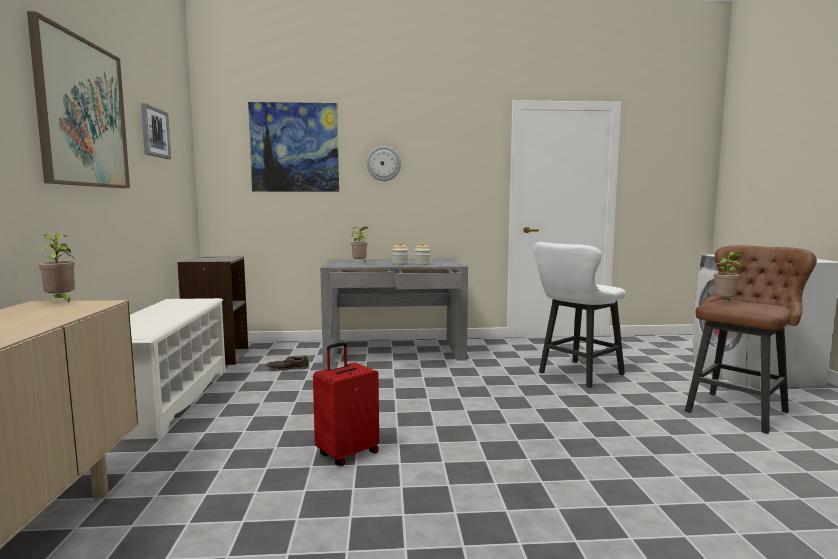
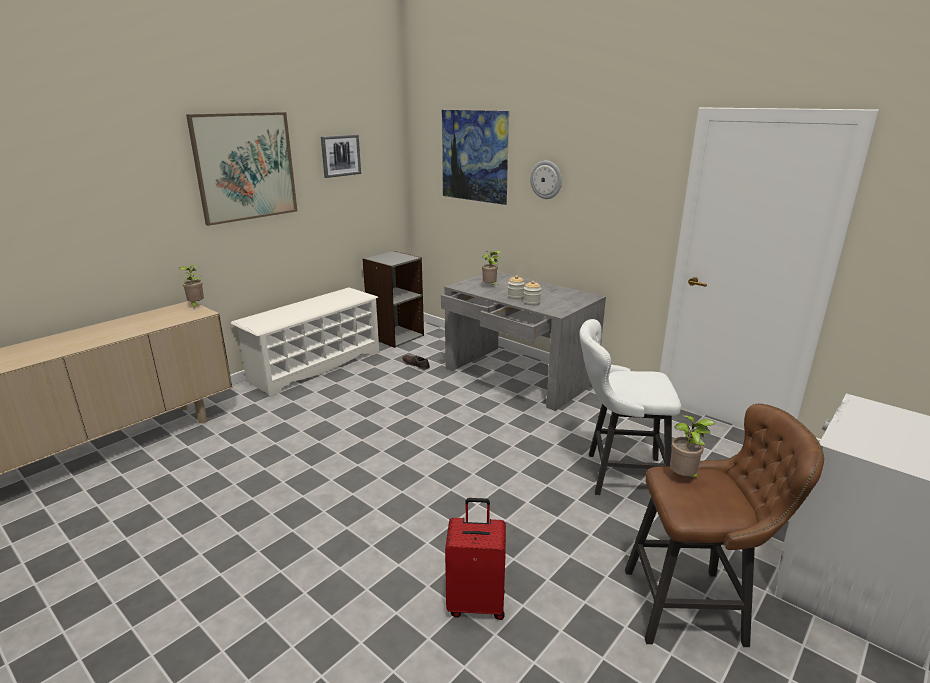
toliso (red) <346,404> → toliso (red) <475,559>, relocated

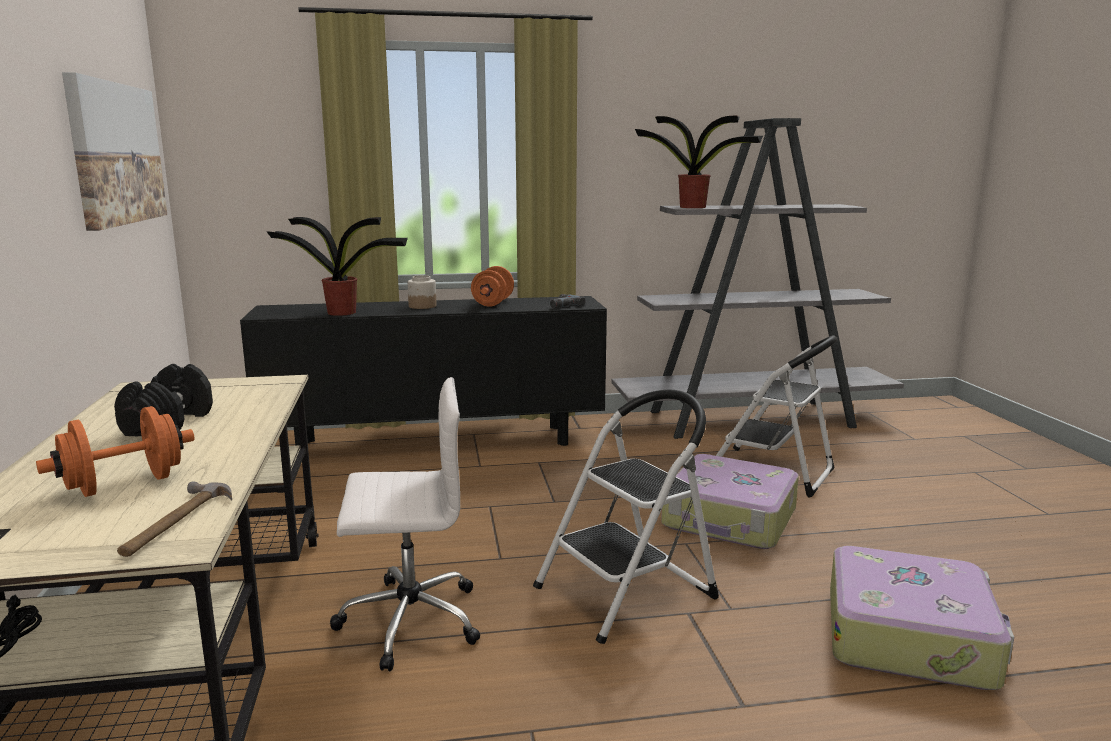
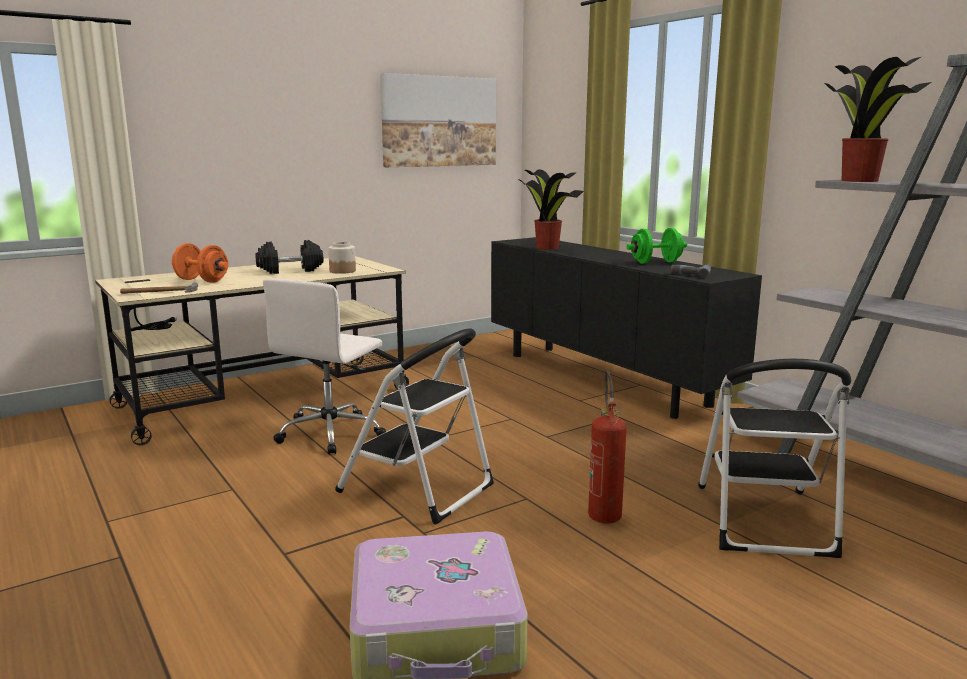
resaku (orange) <492,286> → resaku (green) <657,246>
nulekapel <422,292> → nulekapel <342,258>, relocated
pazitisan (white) <405,524> → pazitisan (white) <324,366>, 60 degrees clockwise
toliso <730,501> → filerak <607,446>

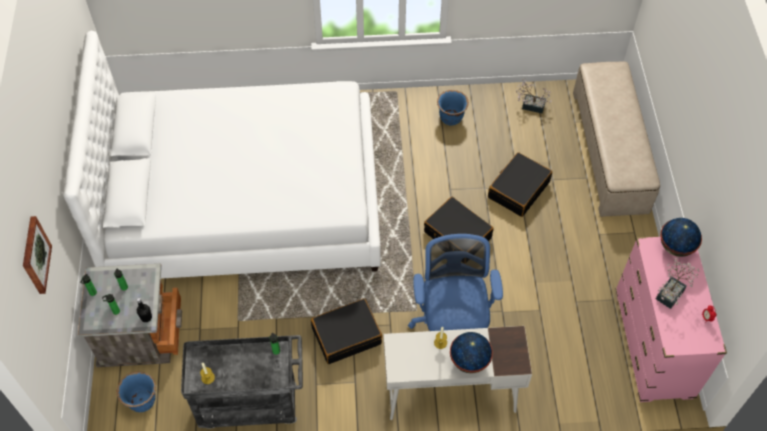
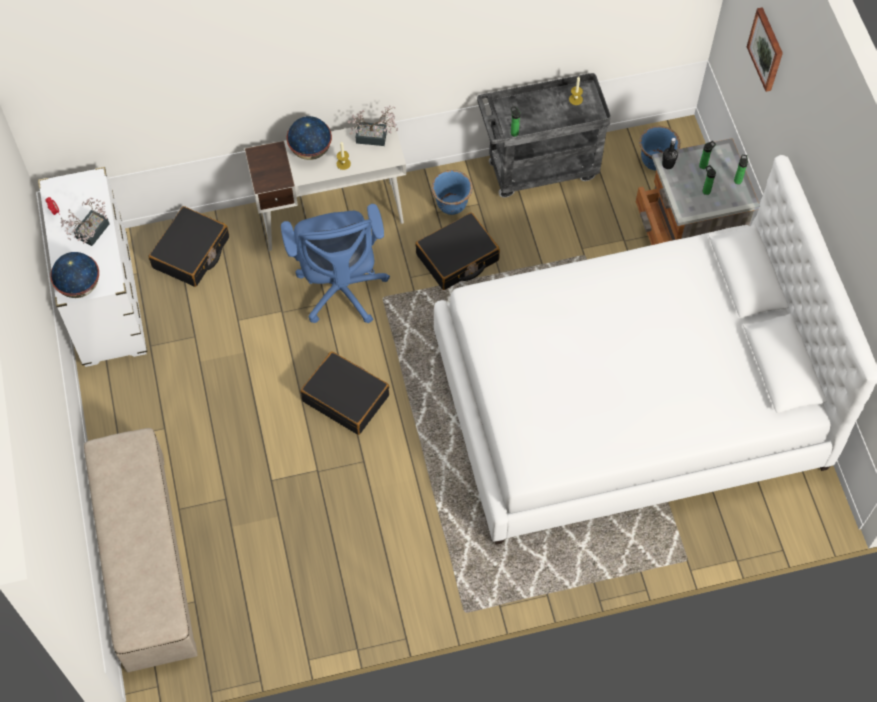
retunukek <534,95> → retunukek <373,126>, relocated
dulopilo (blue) <453,108> → dulopilo (blue) <452,192>, relocated
toliso (black) <520,184> → toliso (black) <189,246>, relocated
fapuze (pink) <671,319> → fapuze (white) <92,267>

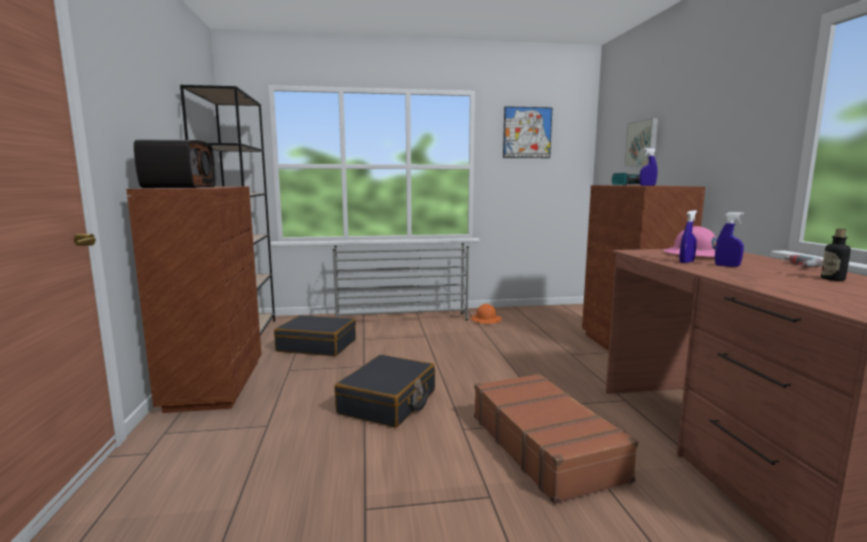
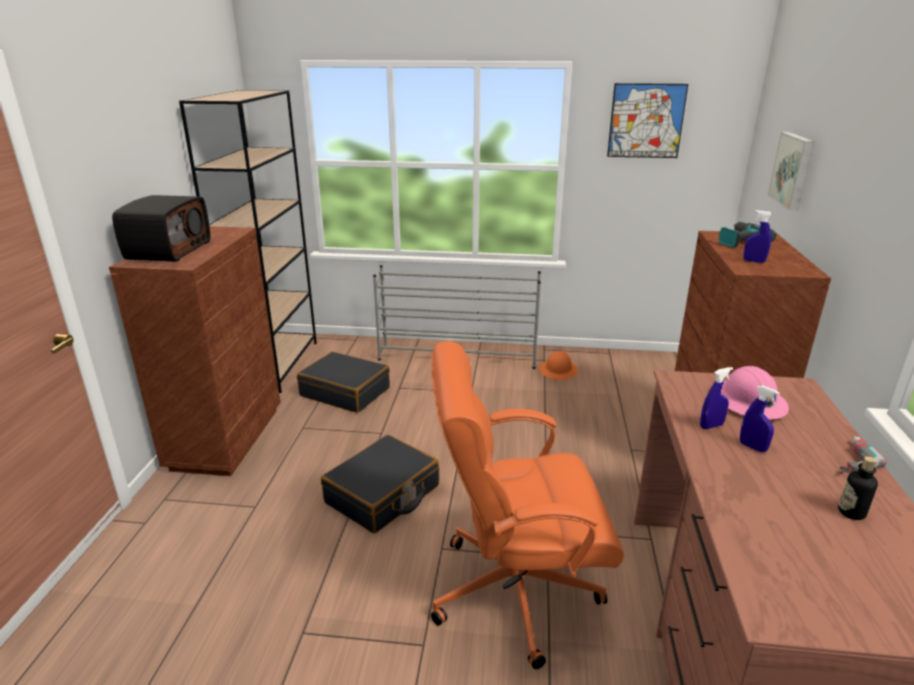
toliso (brown) <556,438> → pazitisan (orange) <527,505>

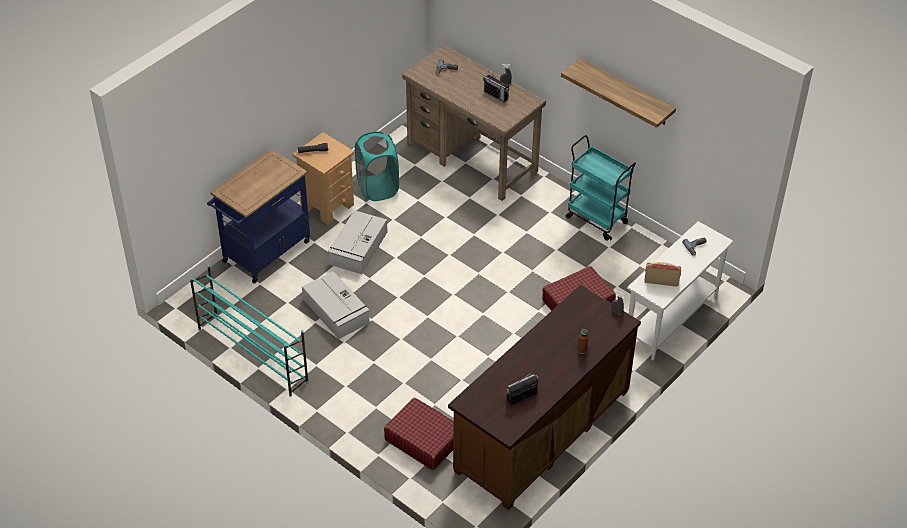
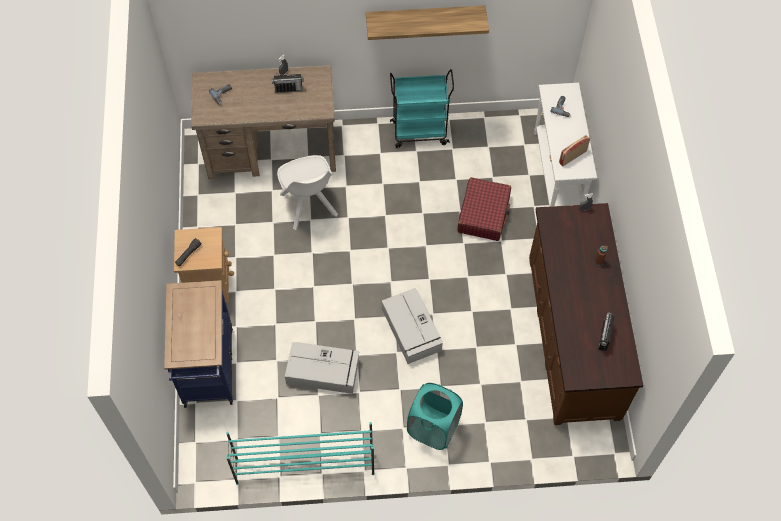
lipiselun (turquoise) <377,166> → lipiselun (turquoise) <435,416>, relocated
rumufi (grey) <357,242> → rumufi (grey) <412,326>, relocated
toliso (red) <419,434> → -
- → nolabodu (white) <307,192>

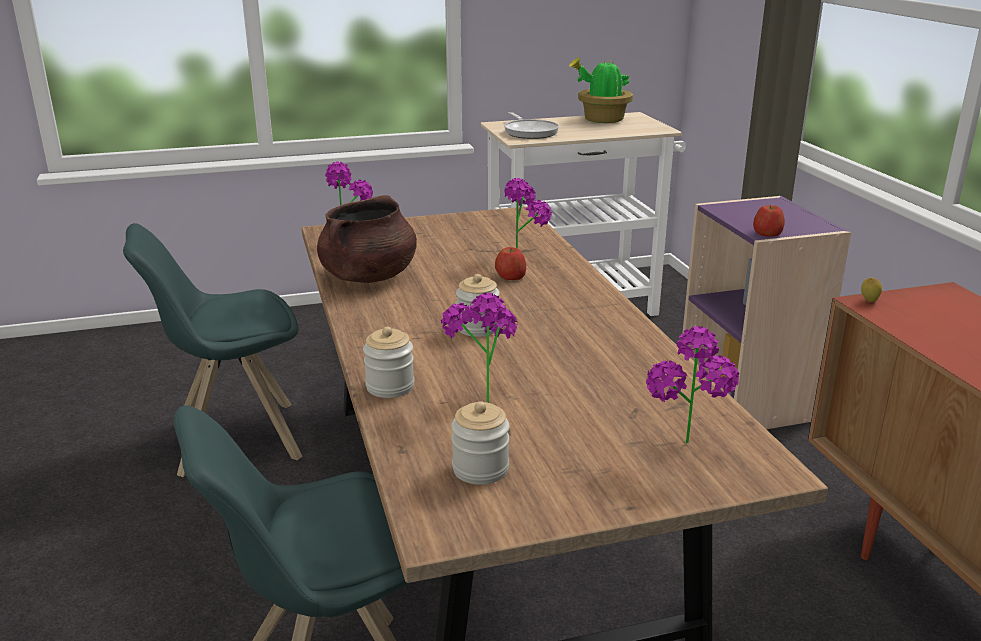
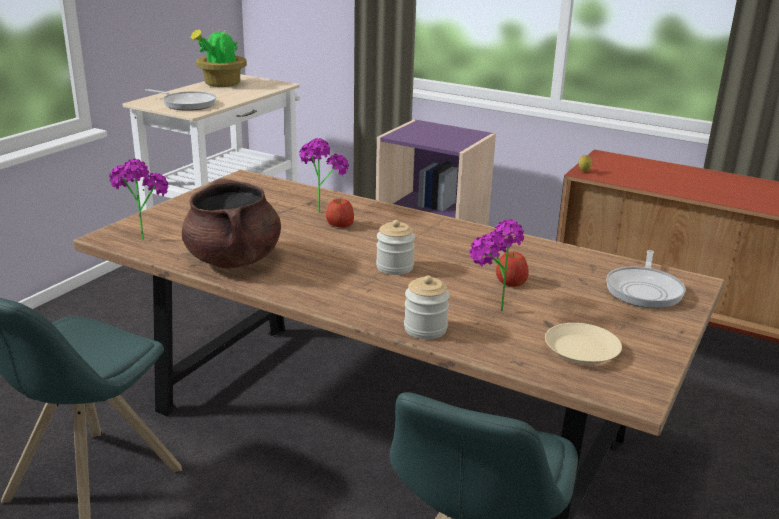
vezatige <769,221> → vezatige <512,269>, relocated
retunukek <692,384> → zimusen <646,279>
nulekapel <480,443> → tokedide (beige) <583,344>

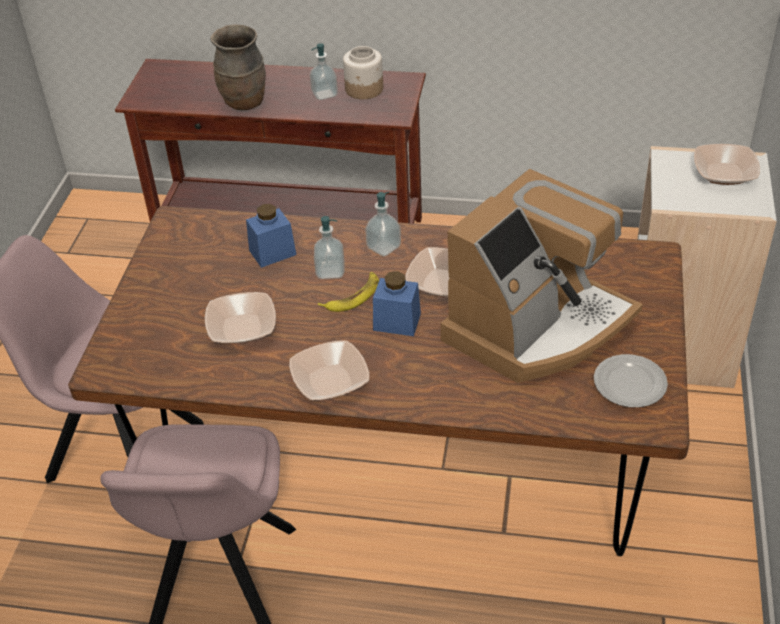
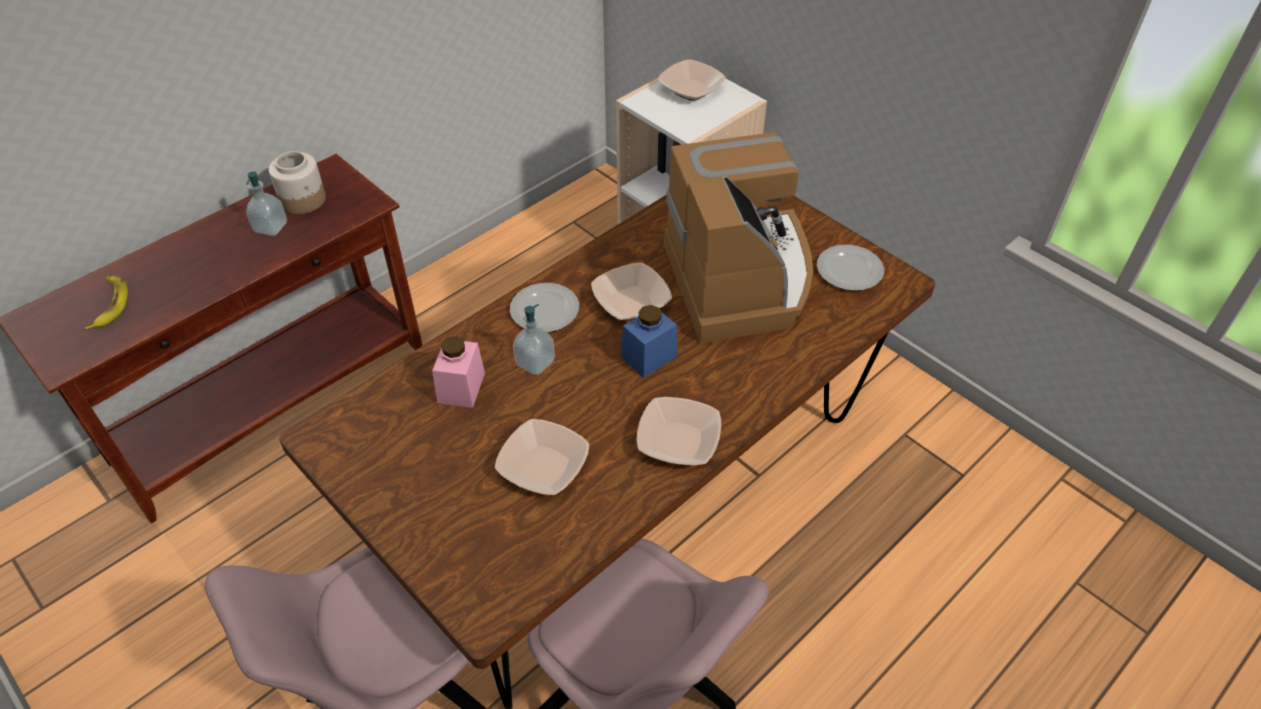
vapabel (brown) <238,67> → -
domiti <383,224> → tokedide <544,307>
nulekapel (blue) <271,236> → nulekapel (pink) <458,372>
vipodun <348,292> → vipodun <106,303>, relocated

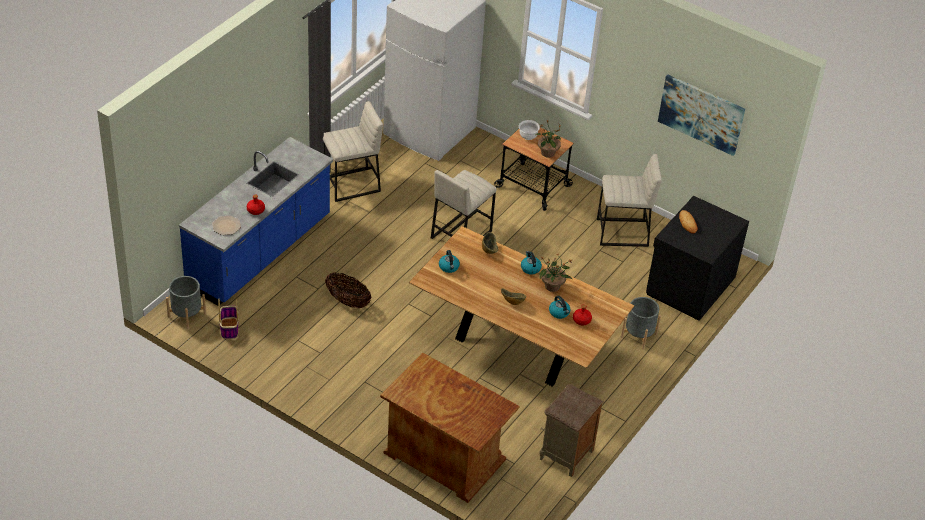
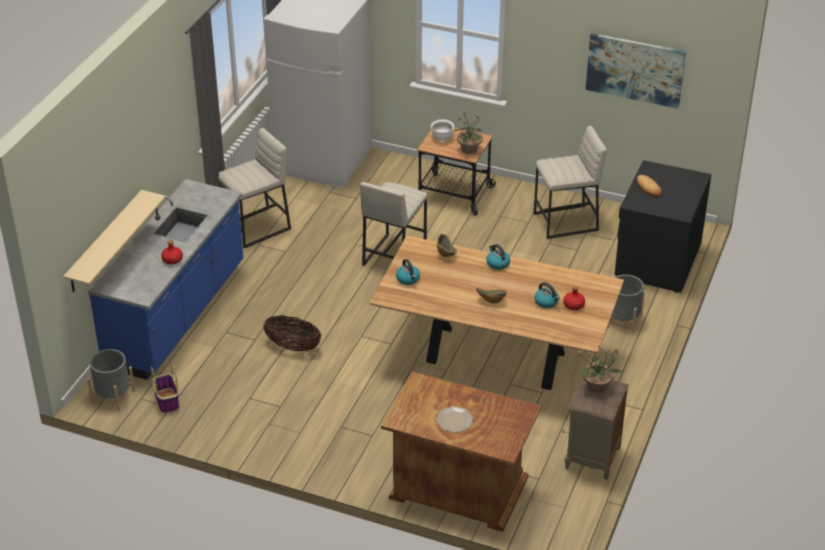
tokedide <226,225> → tokedide <454,419>, relocated
retunukek <556,273> → retunukek <601,369>, relocated
- → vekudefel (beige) <114,241>

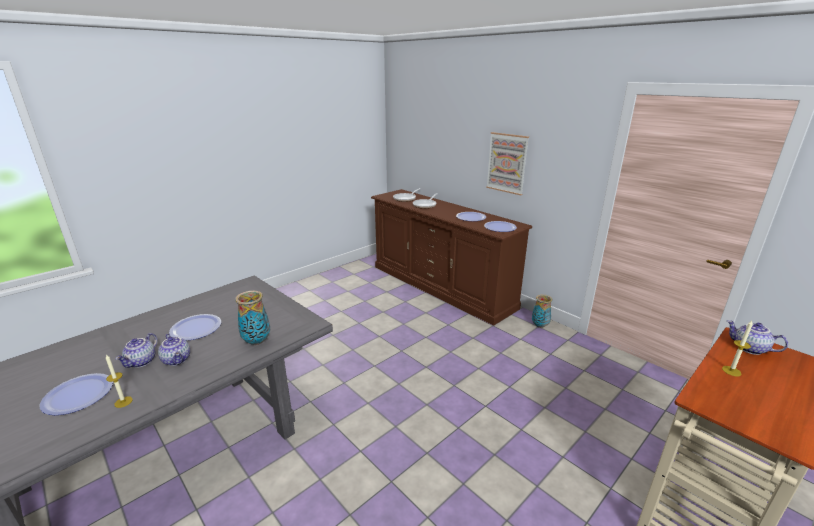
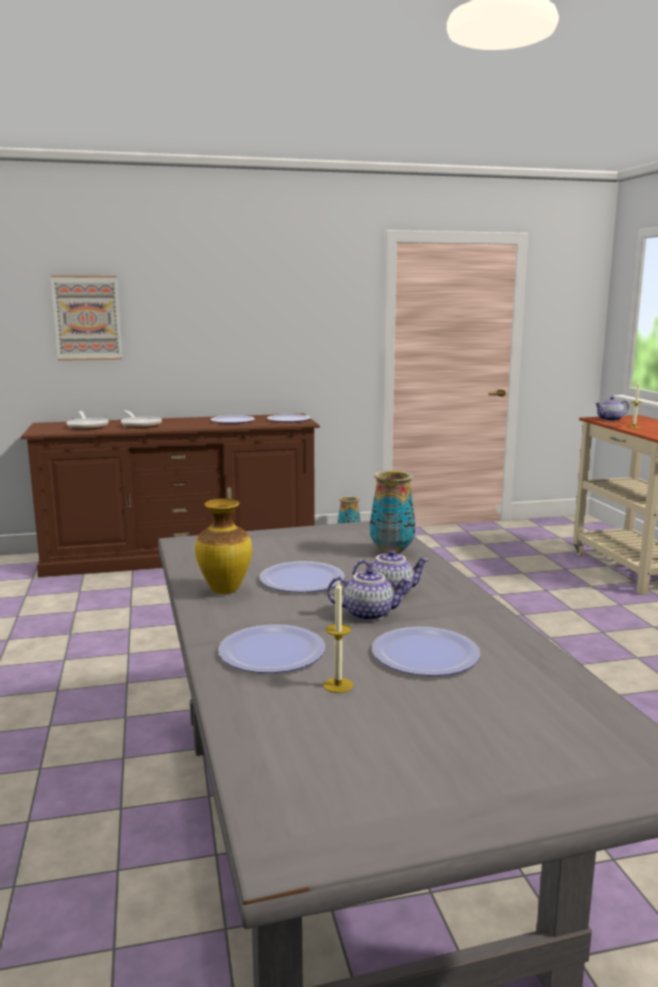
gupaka <507,163> → gupaka <86,318>, relocated
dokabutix <136,350> → dokabutix <369,594>, 45 degrees counterclockwise
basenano <119,381> → basenano <338,636>, relocated
- → vapabel <223,546>
- → tokedide <272,648>

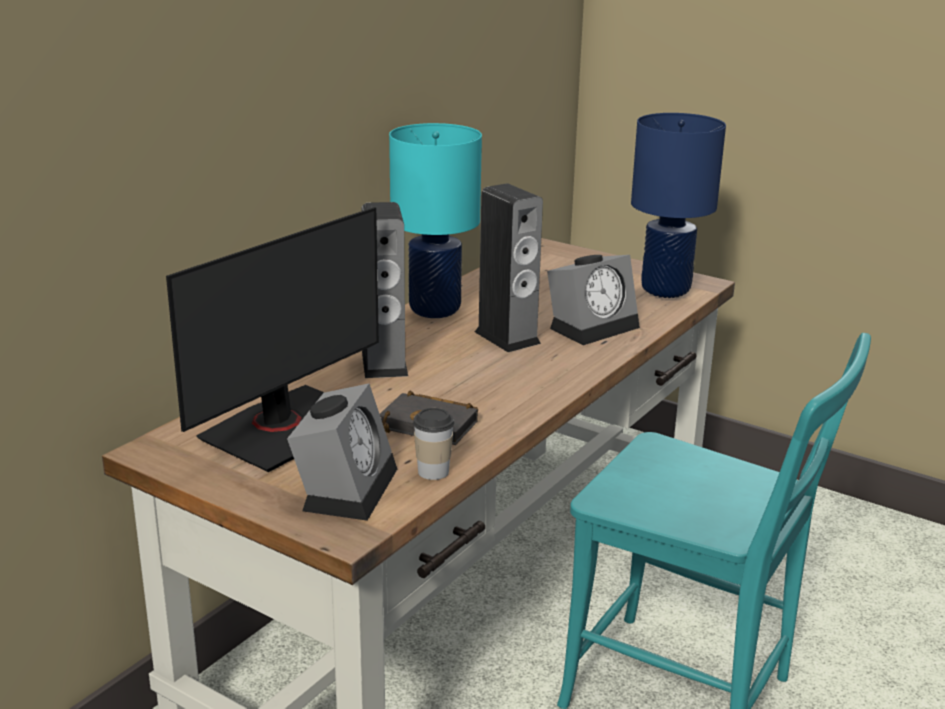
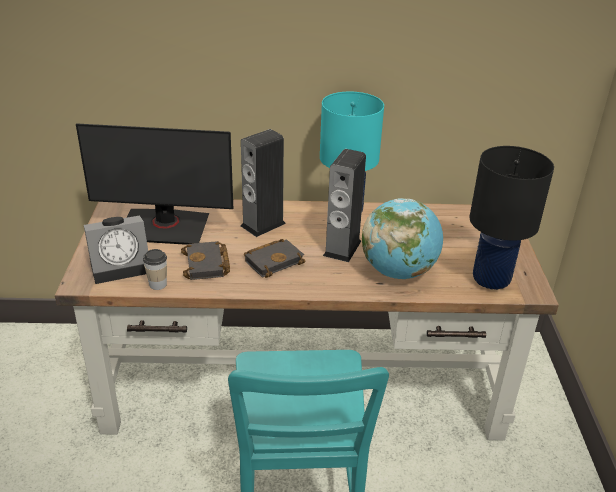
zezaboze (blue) <678,205> → zezaboze (black) <512,218>
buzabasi <593,300> → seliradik <402,238>
- → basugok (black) <274,258>

